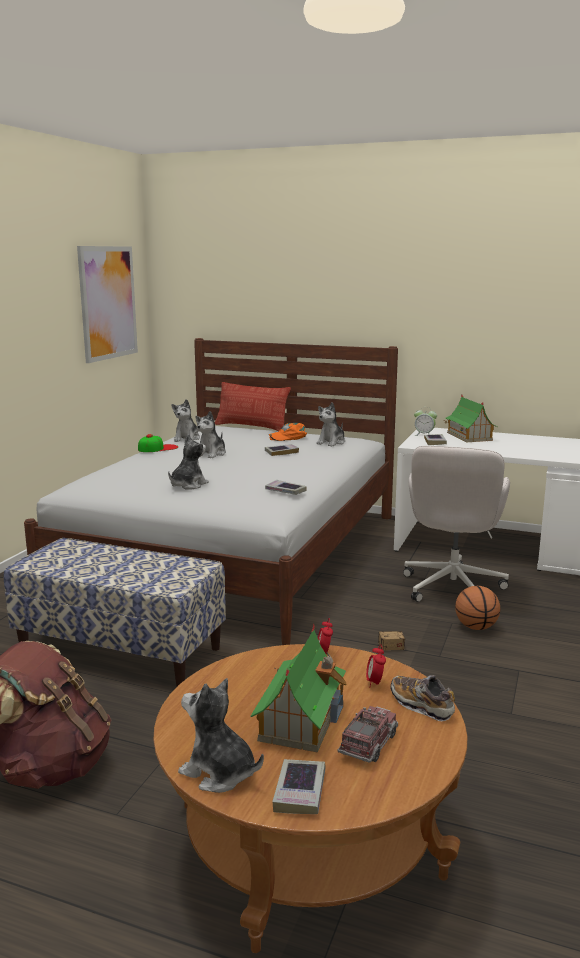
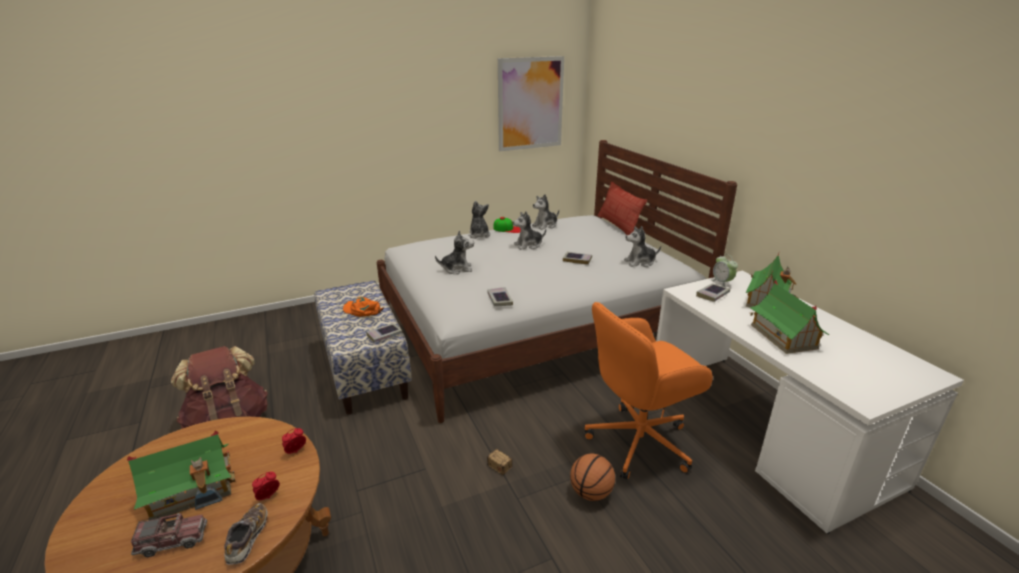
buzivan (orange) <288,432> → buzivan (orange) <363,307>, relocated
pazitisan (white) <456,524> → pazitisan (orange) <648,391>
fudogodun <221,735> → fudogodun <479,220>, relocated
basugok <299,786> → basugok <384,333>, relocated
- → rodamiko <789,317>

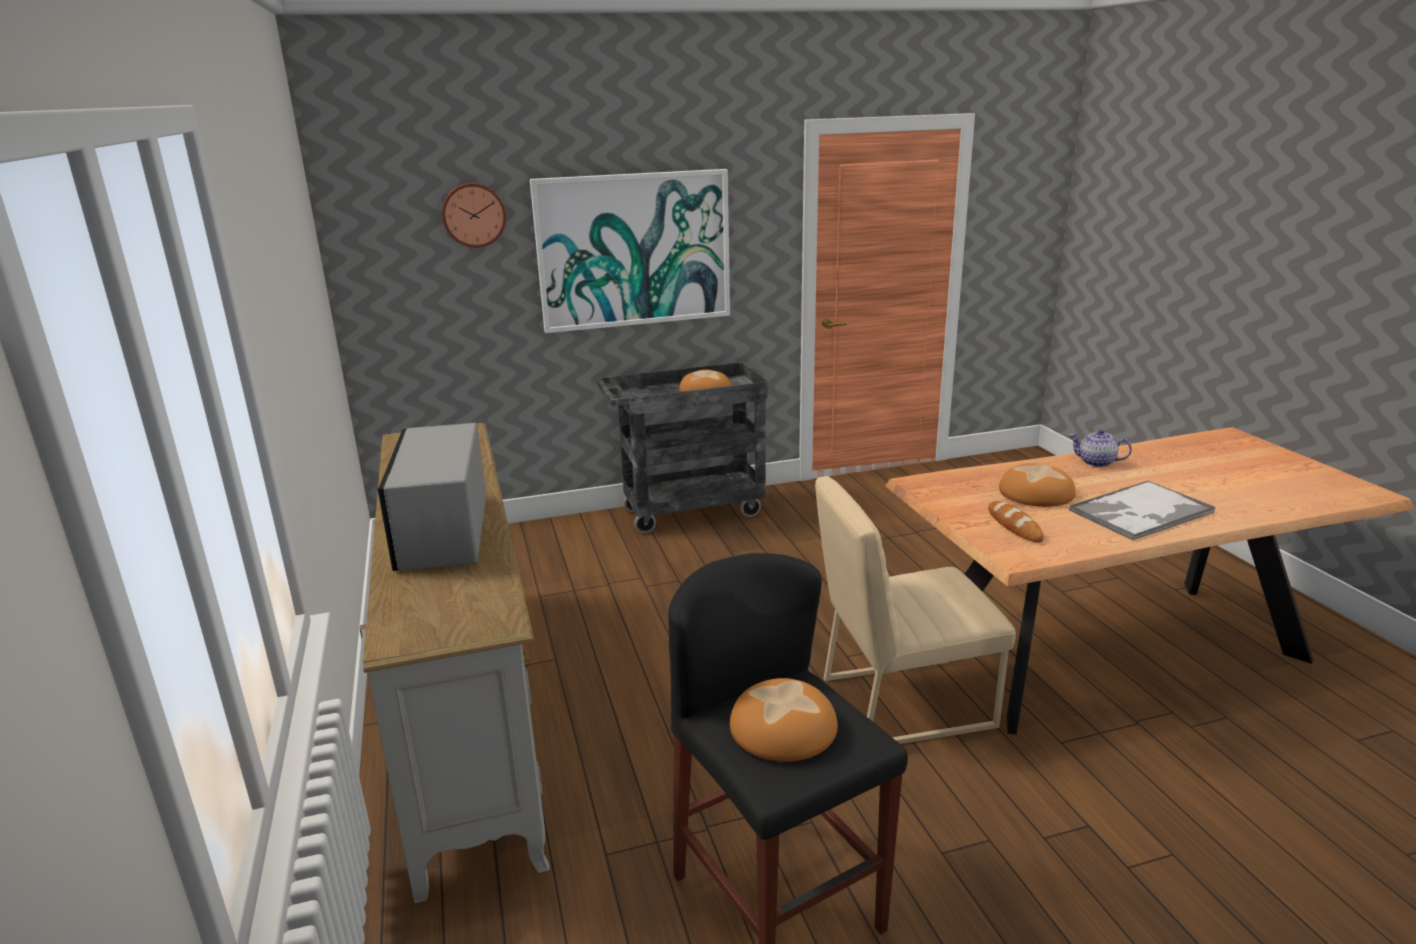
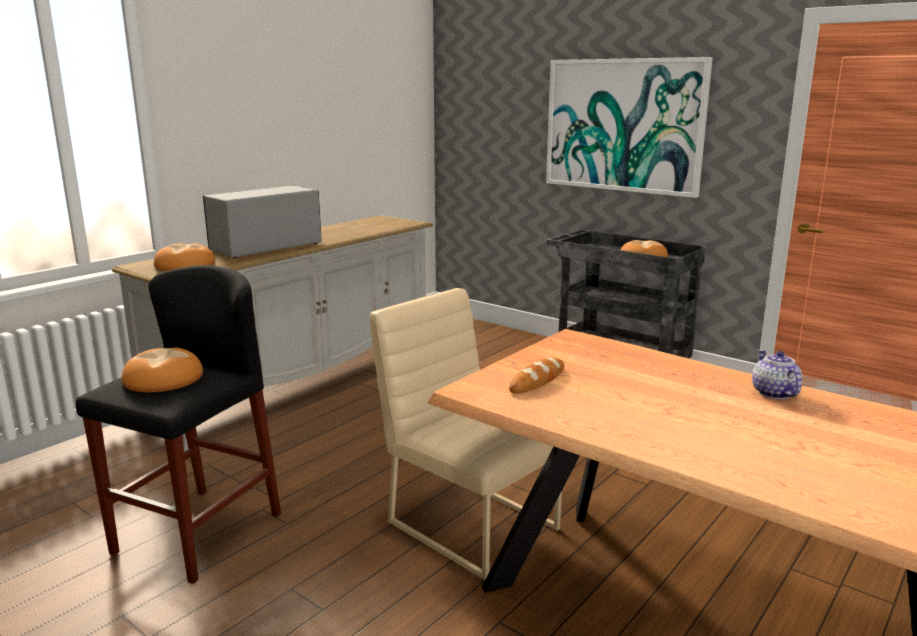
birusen <474,215> → -
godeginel <1037,485> → godeginel <184,257>, relocated
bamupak <1142,510> → -

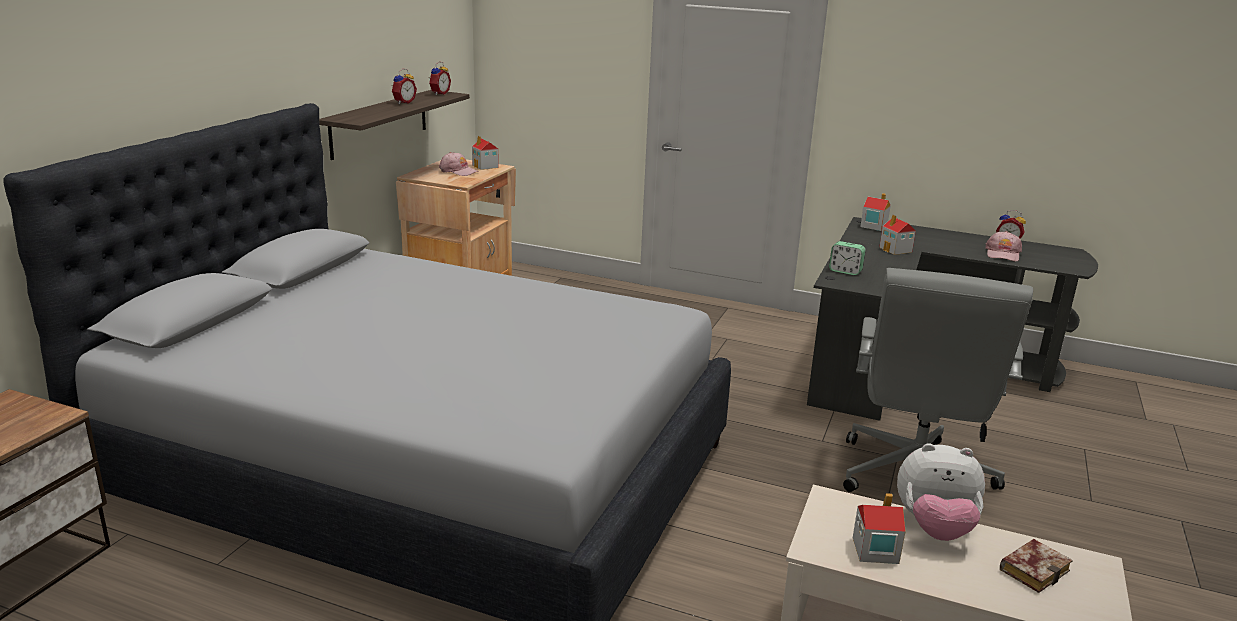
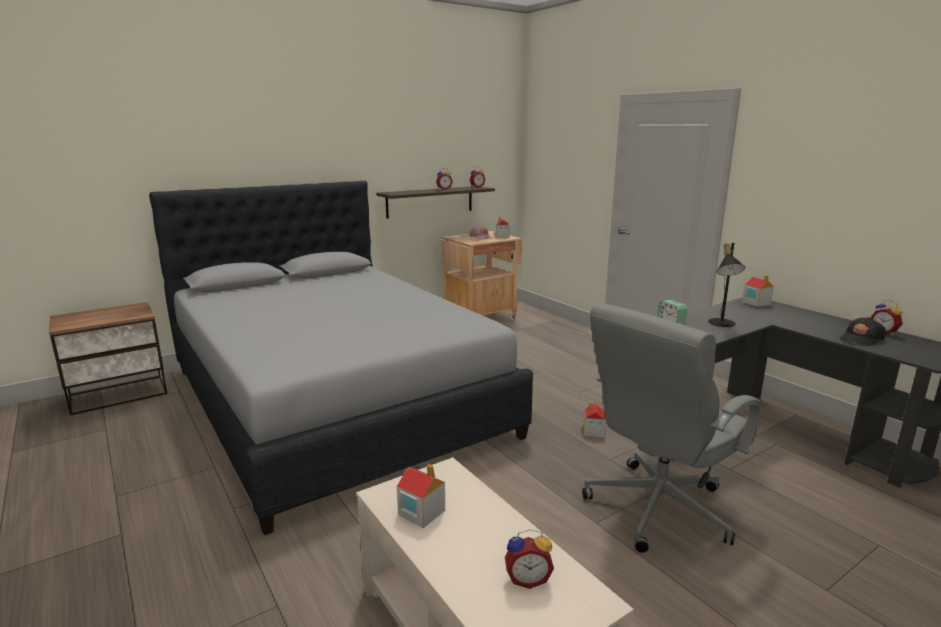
rodamiko <897,235> → rodamiko <594,419>, relocated
buzivan (pink) <1003,246> → buzivan (black) <863,331>
fudogodun <941,492> → -
basugok <1036,566> → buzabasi <529,559>
- → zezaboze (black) <726,285>

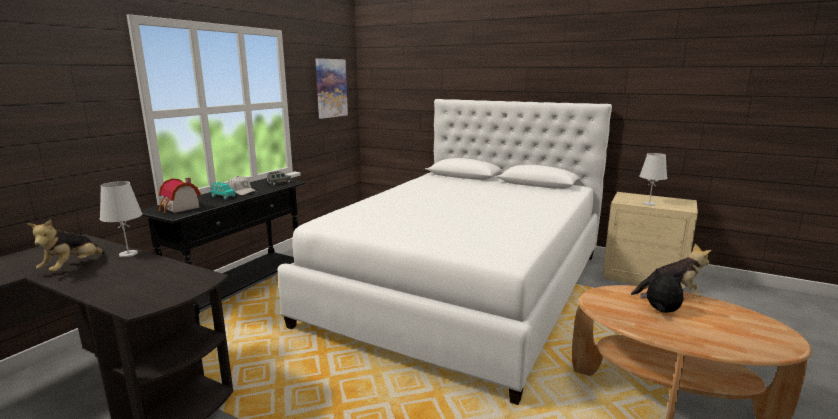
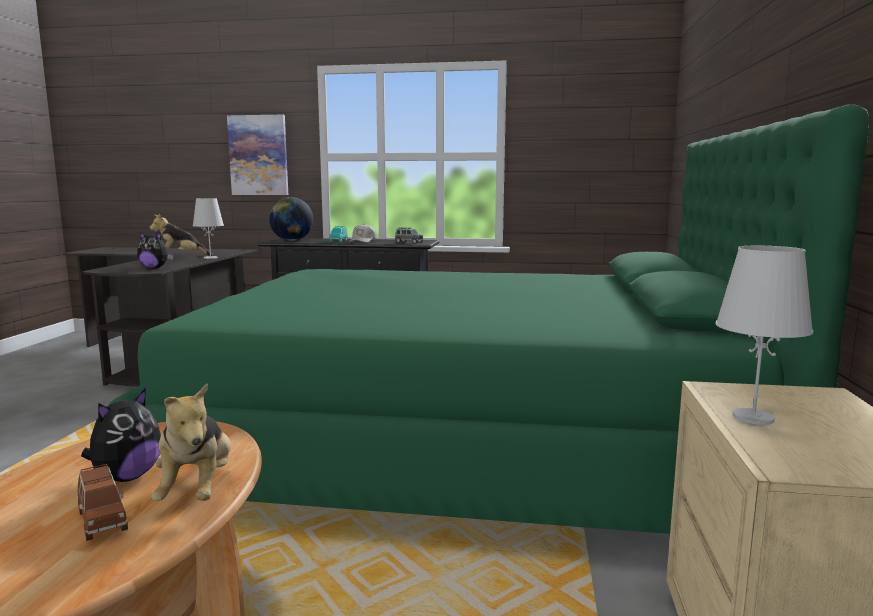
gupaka <331,88> → gupaka <257,155>, relocated
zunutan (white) <444,252> → zunutan (green) <488,319>
rodamiko <180,195> → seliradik <291,219>
- → fudogodun <155,250>
- → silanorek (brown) <103,502>

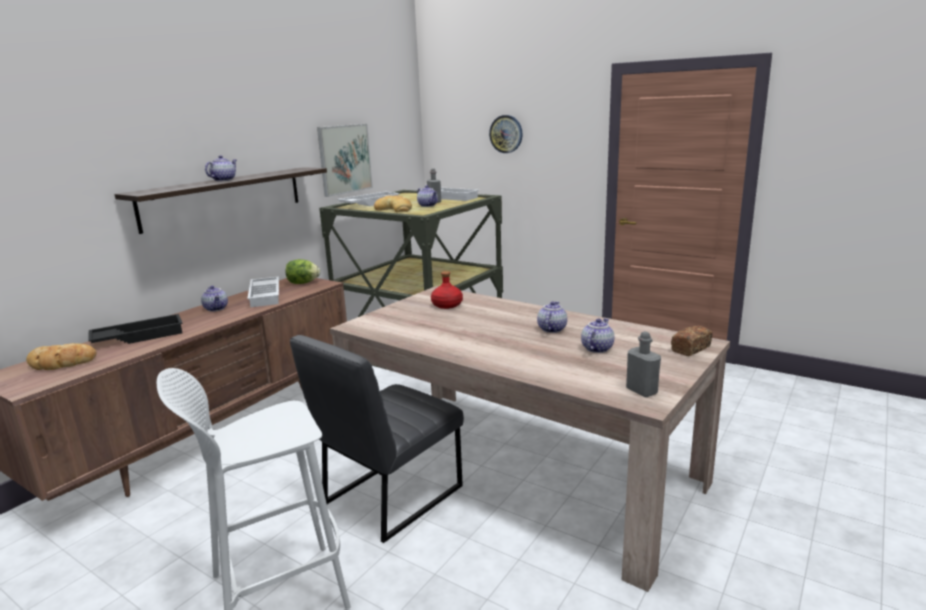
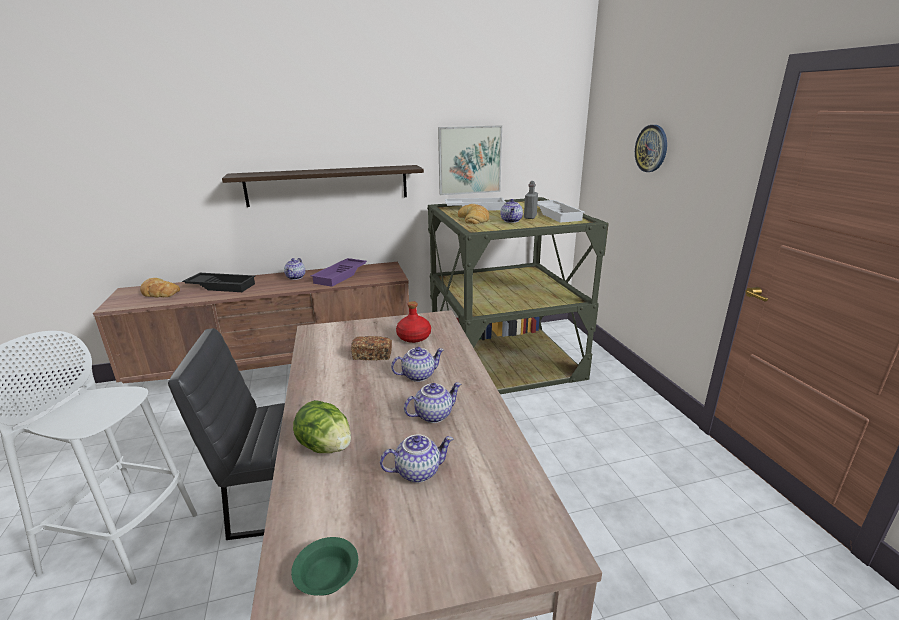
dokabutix <221,168> → dokabutix <417,364>, relocated
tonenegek <302,271> → tonenegek <322,426>, relocated
bamupak (white) <263,292> → bamupak (purple) <339,272>
godeginel <691,341> → godeginel <371,348>, relocated
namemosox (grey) <643,364> → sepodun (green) <324,566>

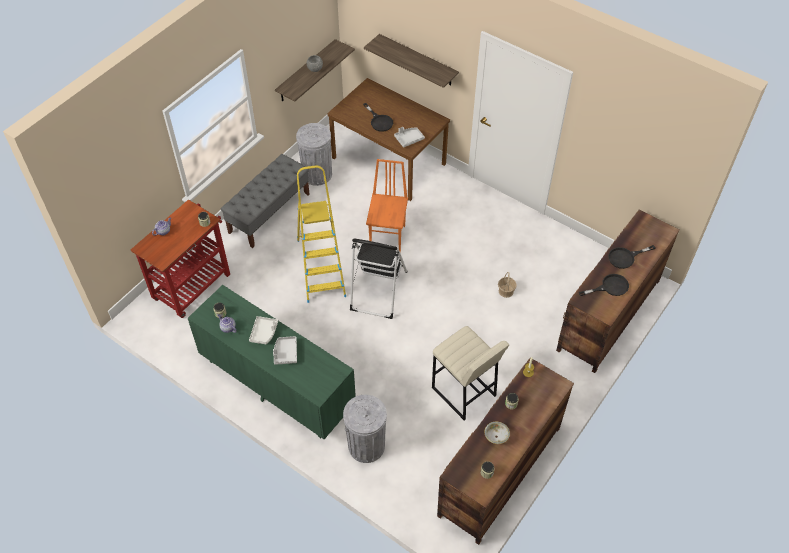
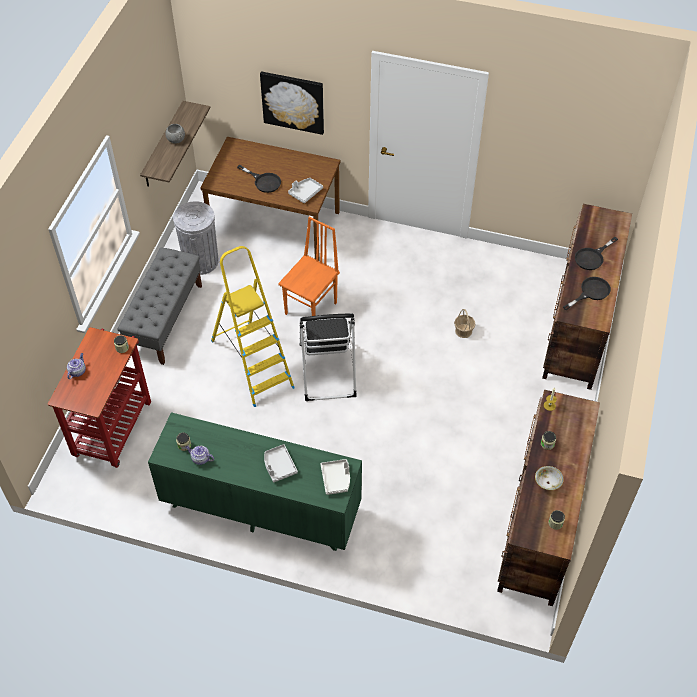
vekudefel <411,61> → gupaka <292,103>
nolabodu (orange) <387,205> → nolabodu (orange) <309,266>, 45 degrees clockwise
bamupak (white) <263,330> → bamupak (white) <335,477>, relocated
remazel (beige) <471,373> → -
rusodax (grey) <365,429> → -

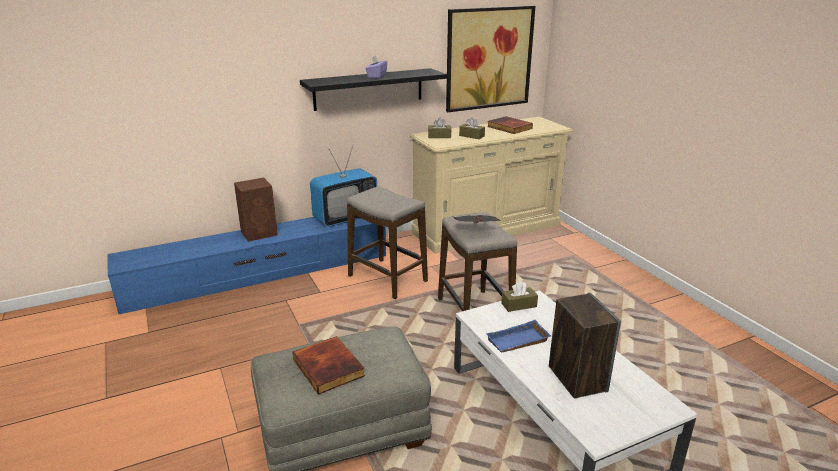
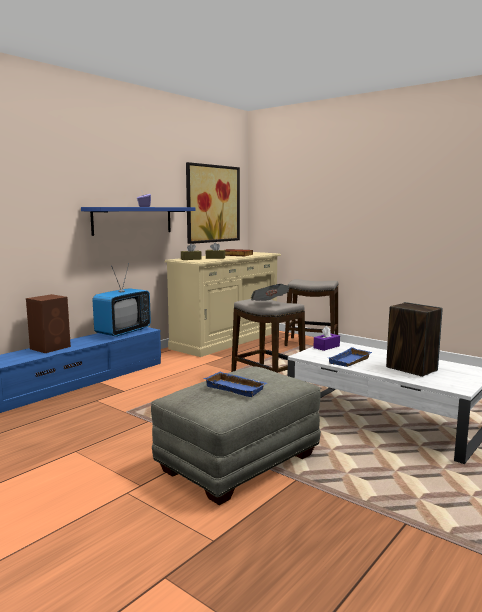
vekudefel (black) <373,89> → vekudefel (blue) <138,221>
remazel <387,243> → remazel <311,312>, relocated
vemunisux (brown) <519,296> → vemunisux (purple) <327,338>
basugok <329,365> → bamupak (blue) <235,384>

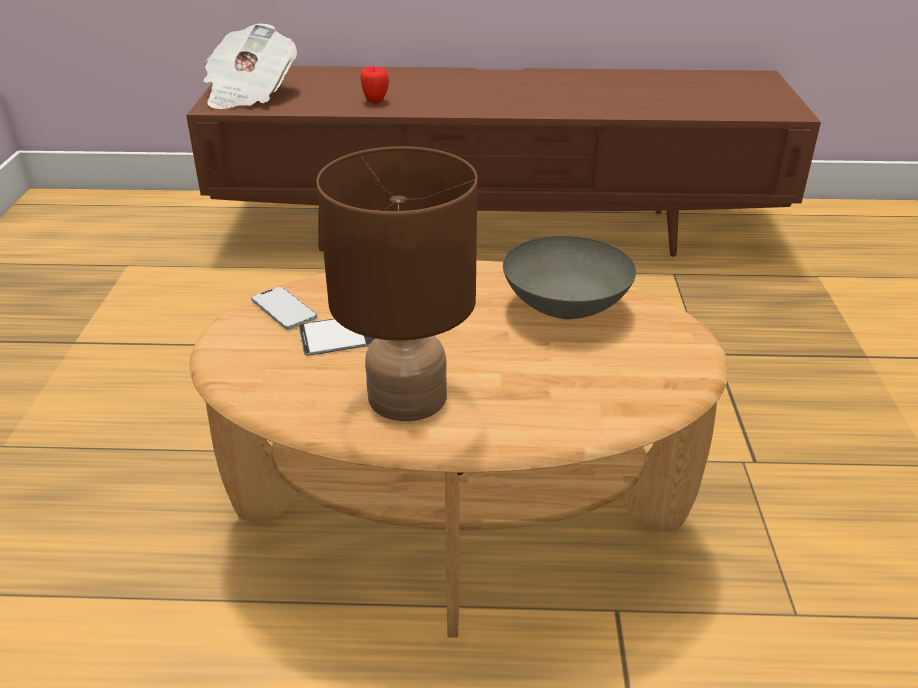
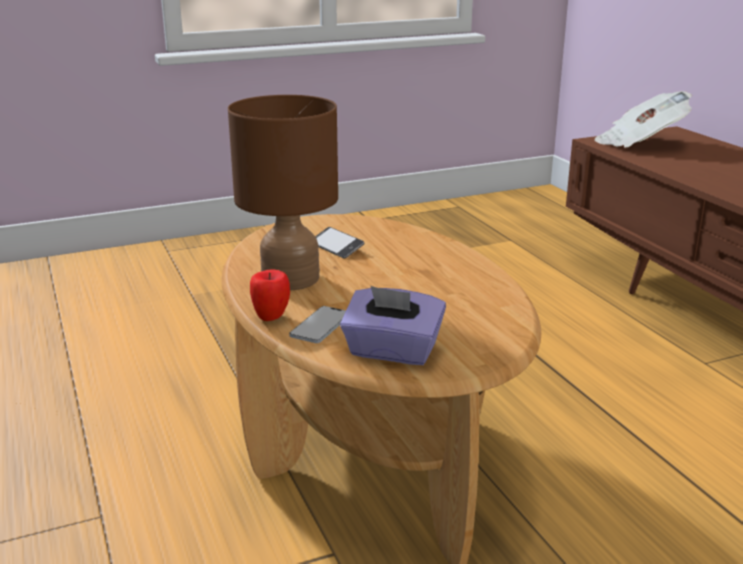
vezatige <375,85> → vezatige <270,295>, relocated
sepodun (grey) <569,277> → -
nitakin <284,308> → nitakin <317,324>, relocated
- → vemunisux (purple) <393,325>

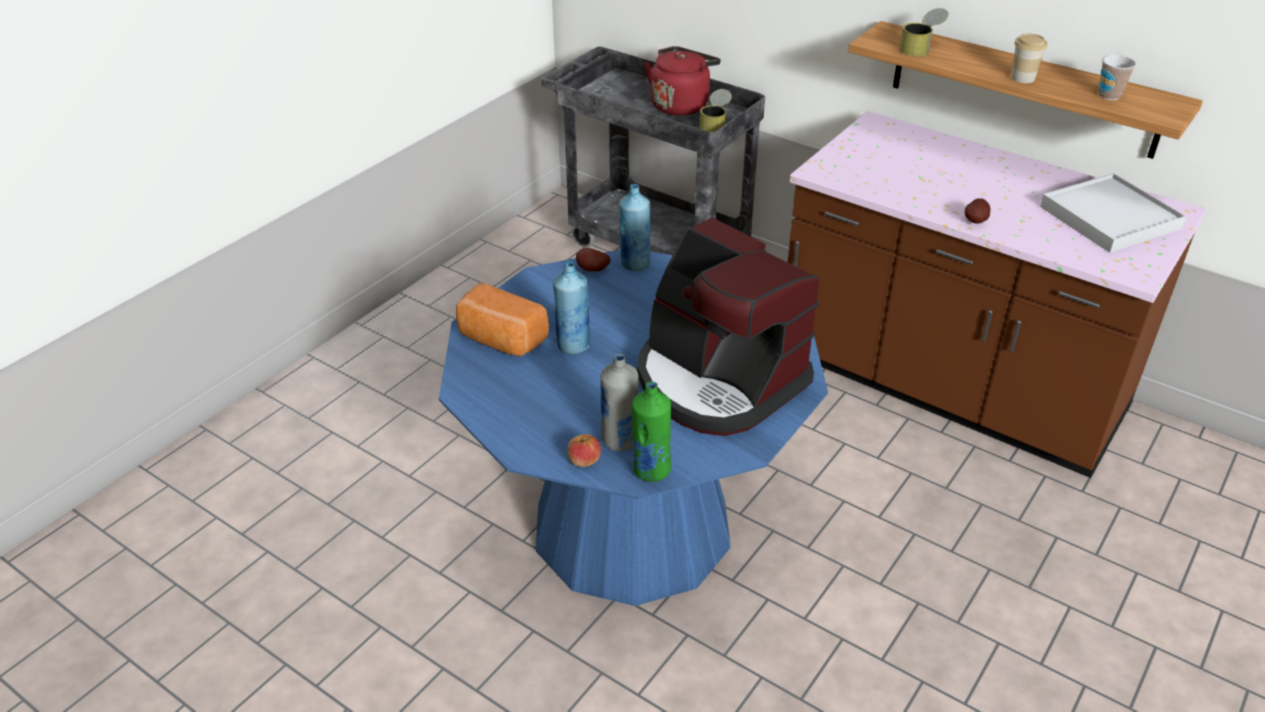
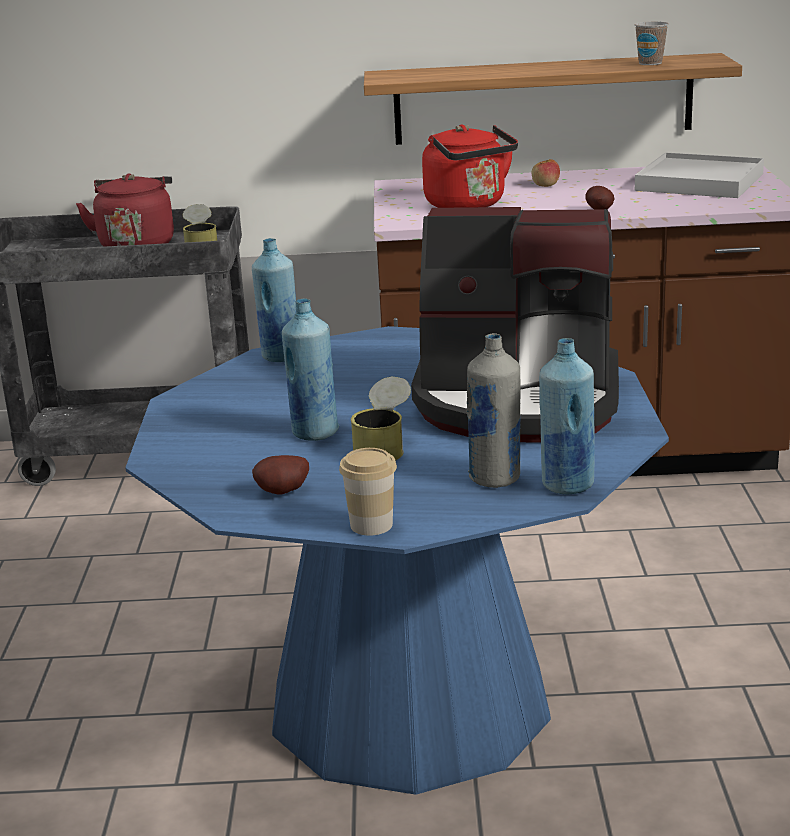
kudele <924,32> → kudele <381,418>, relocated
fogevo <1029,58> → fogevo <368,492>, relocated
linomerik <593,260> → linomerik <280,475>, relocated
godeginel <502,319> → -
namemosox (green) <651,431> → namemosox (blue) <567,416>
vezatige <584,450> → vezatige <546,173>, relocated
- → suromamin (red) <470,166>

